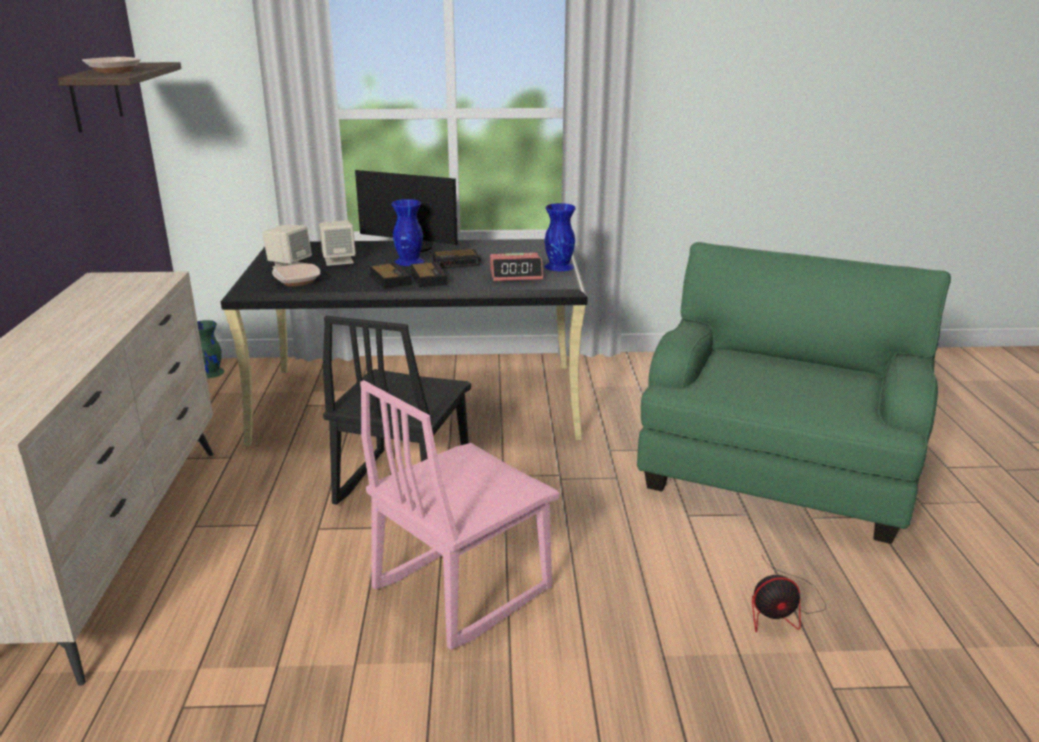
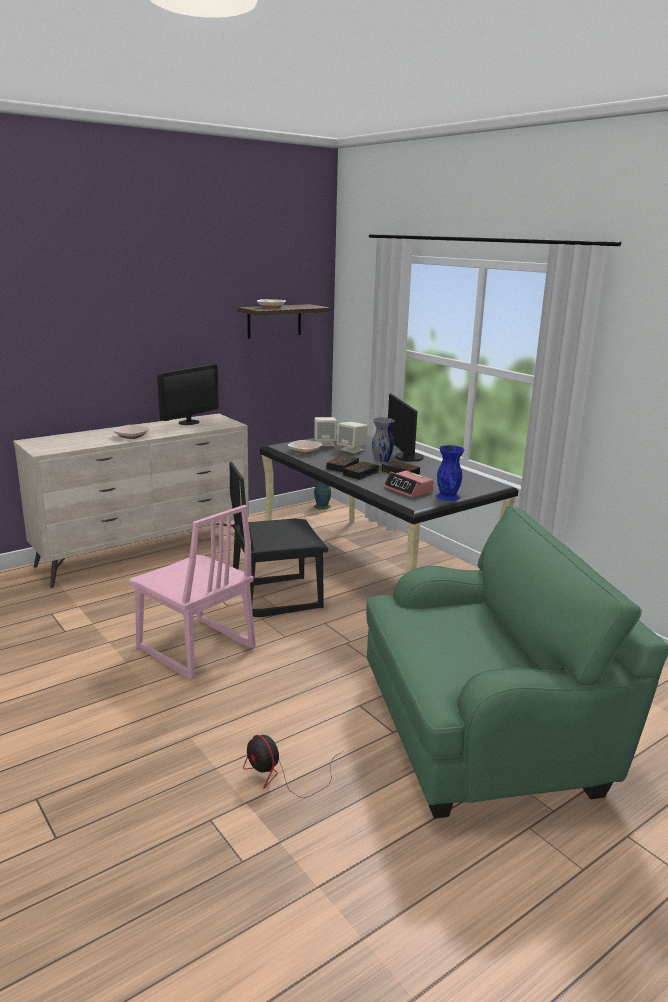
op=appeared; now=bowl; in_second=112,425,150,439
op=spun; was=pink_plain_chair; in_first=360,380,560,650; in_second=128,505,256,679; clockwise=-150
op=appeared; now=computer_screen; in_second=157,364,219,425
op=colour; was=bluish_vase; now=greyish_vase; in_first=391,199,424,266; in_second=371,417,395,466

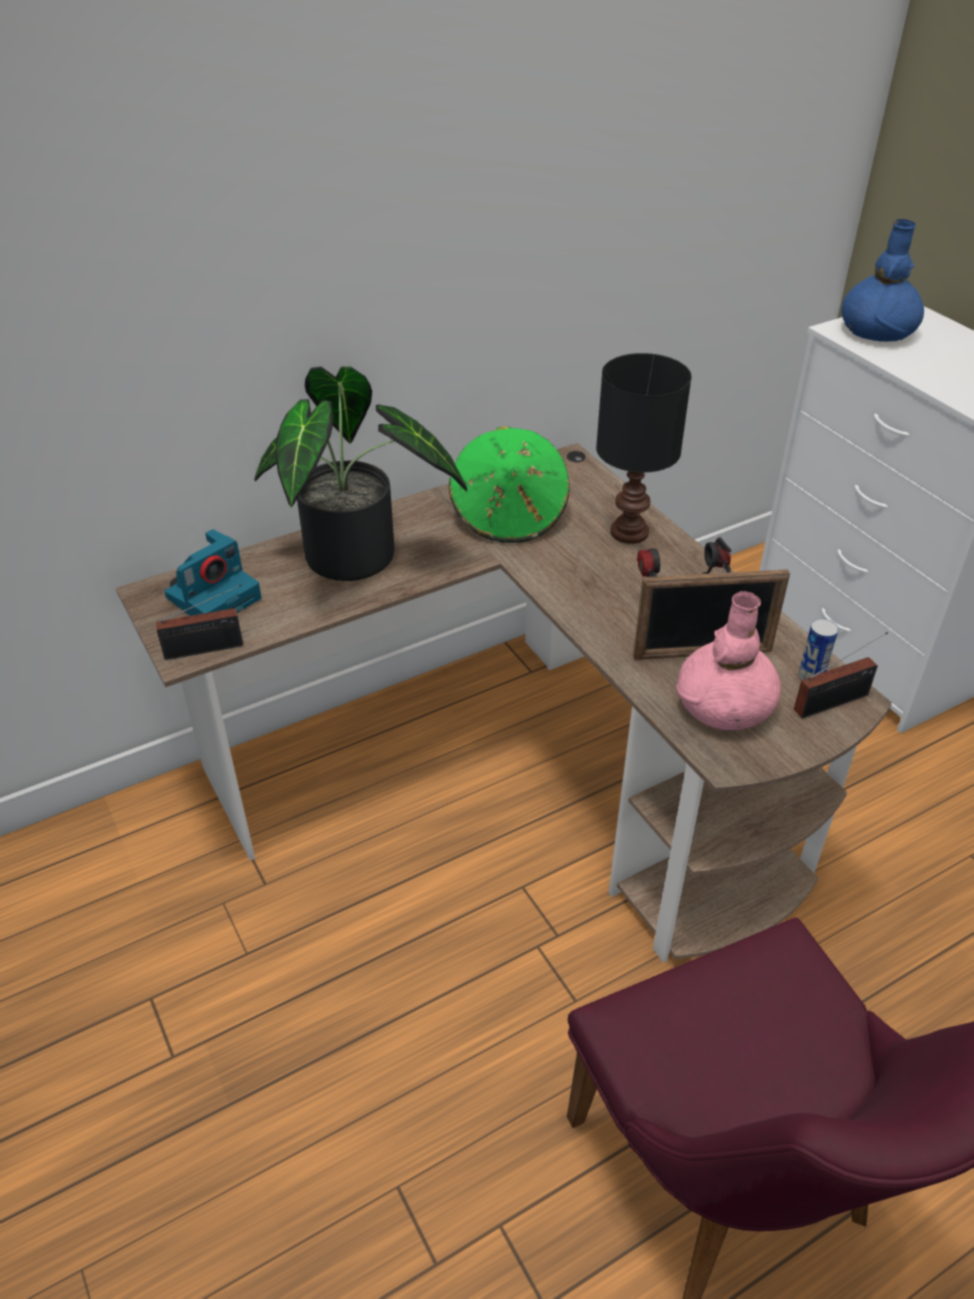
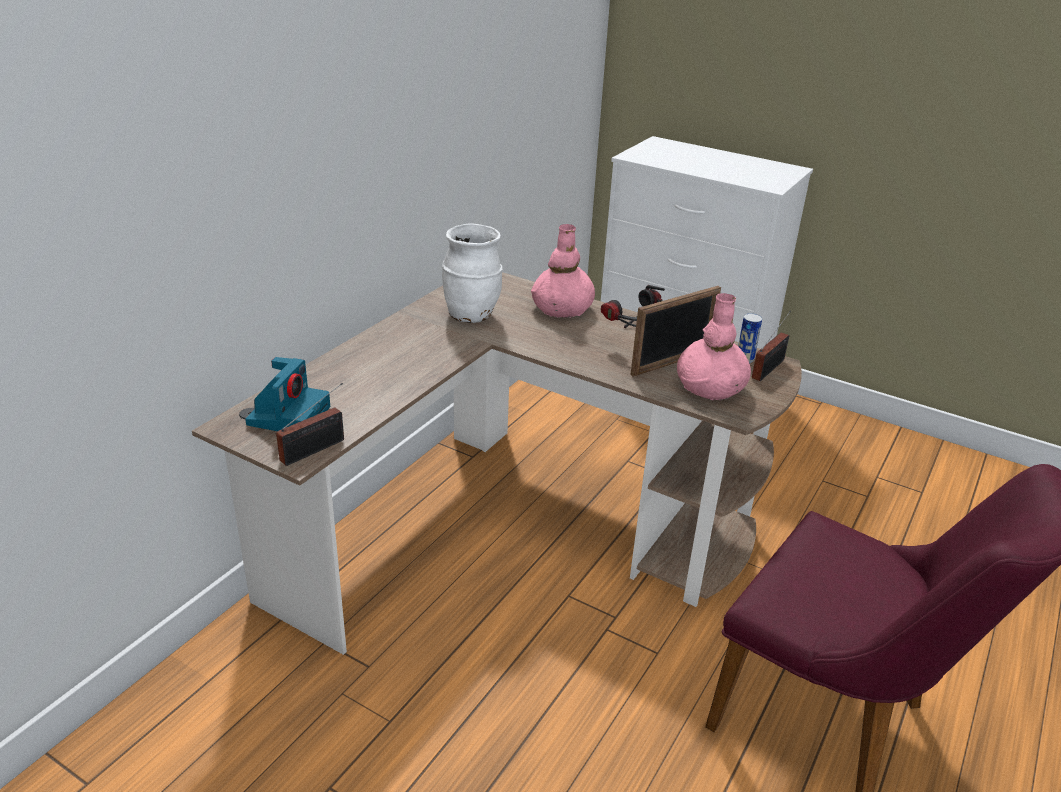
op=exchanged; was=green-coloured_hat; now=white_vase; in_first=449,426,570,543; in_second=442,223,502,323
op=exchanged; was=black-coloured_table_lamp; now=pink_vase; in_first=596,353,692,544; in_second=531,224,595,318
op=missing; was=potted_plant; in_first=254,366,467,581
op=missing; was=bluish_vase; in_first=841,219,924,342

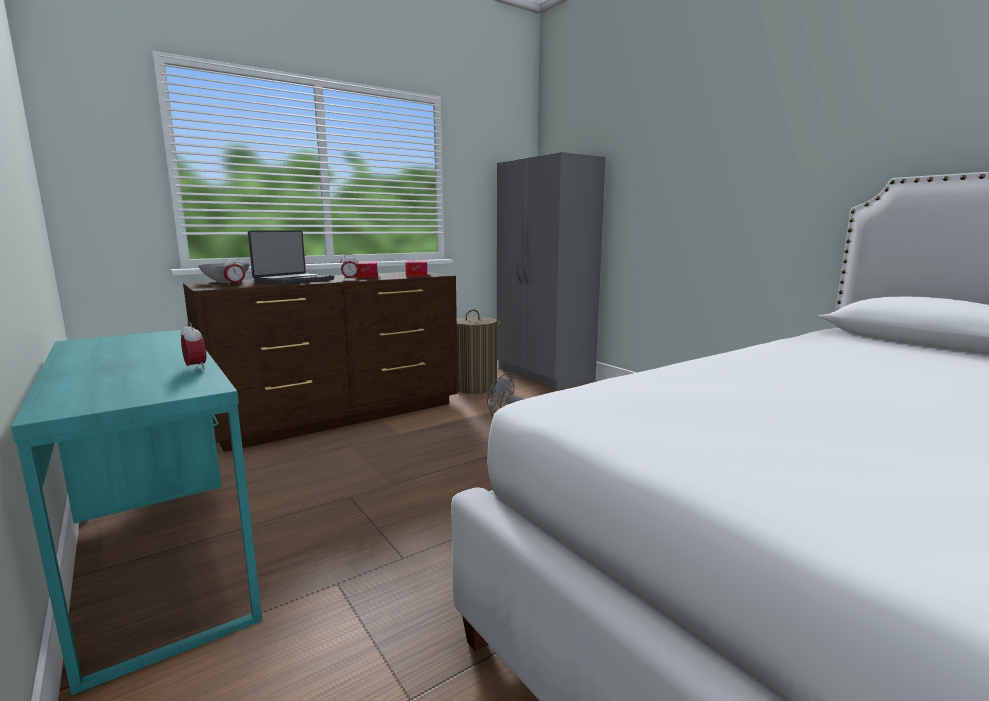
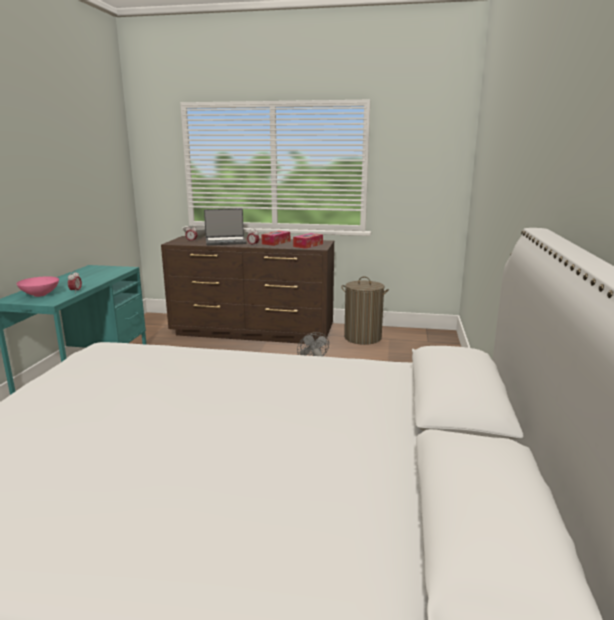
op=appeared; now=pink_bowl; in_second=16,276,59,297
op=missing; was=greyish_clothes_cupboard; in_first=497,152,605,390

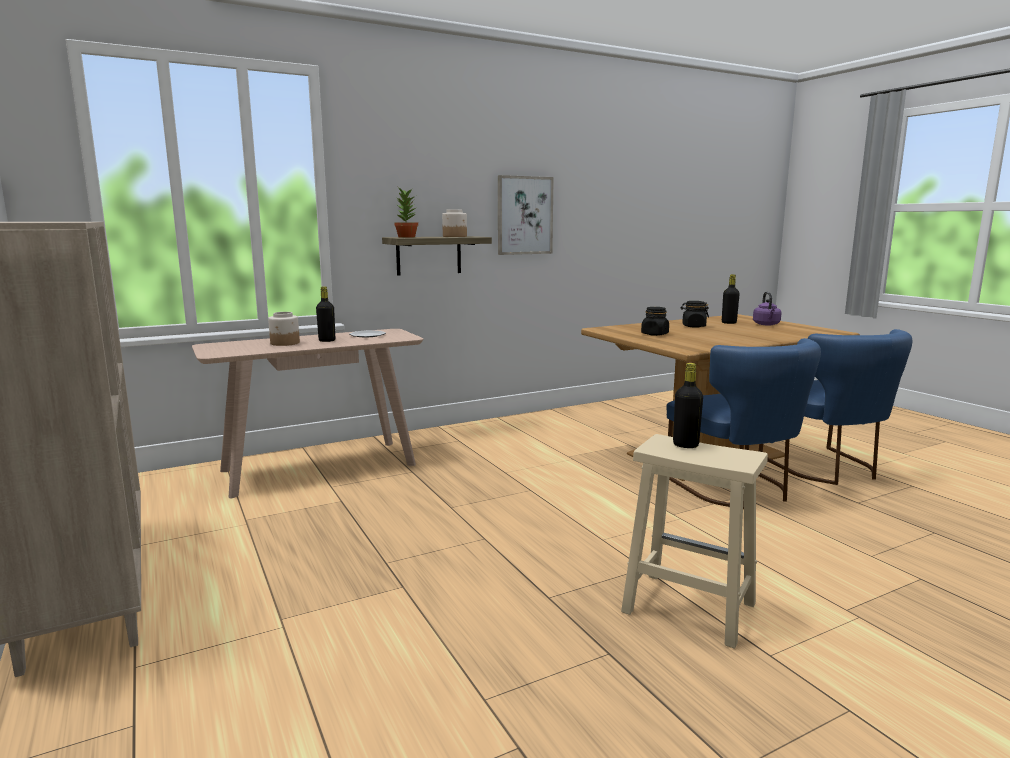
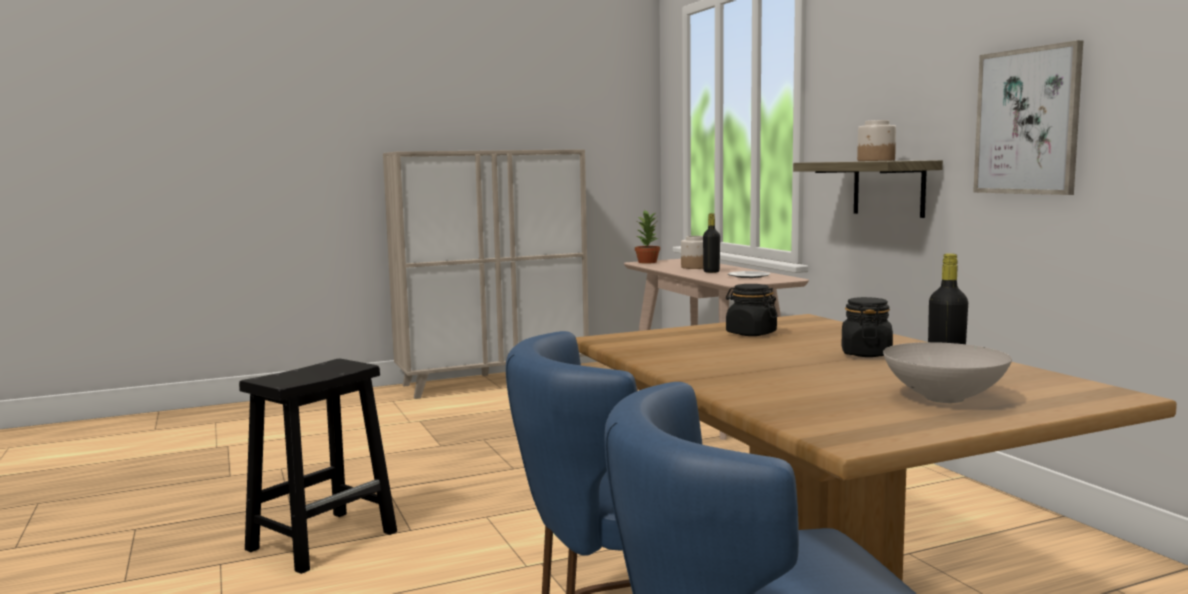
op=colour; was=beige_sitting_stool; now=black-coloured_sitting_stool; in_first=621,434,768,649; in_second=239,359,397,574
op=relocated; was=potted_plant; in_first=394,188,418,238; in_second=635,211,660,263
op=exchanged; was=purple_water_kettle; now=white_bowl; in_first=753,292,782,326; in_second=883,342,1012,403
op=missing; was=black-coloured_beverage_bottle; in_first=673,363,703,448

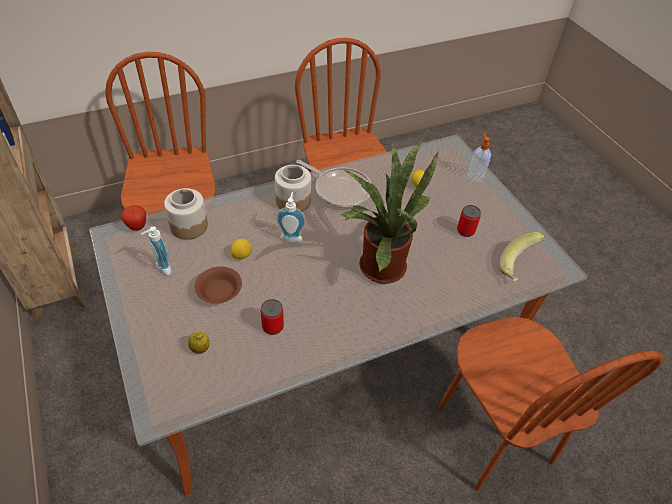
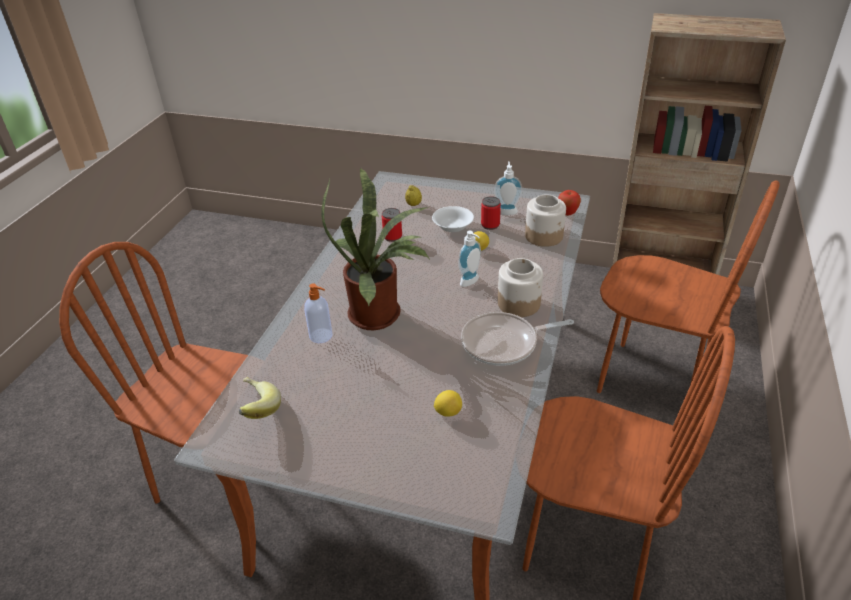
op=relocated; was=soap_bottle; in_first=467,132,491,182; in_second=304,283,332,343
op=colour; was=brown_bowl; now=white_bowl; in_first=195,267,242,304; in_second=432,206,474,232
op=relocated; was=can; in_first=457,205,481,237; in_second=481,196,501,230

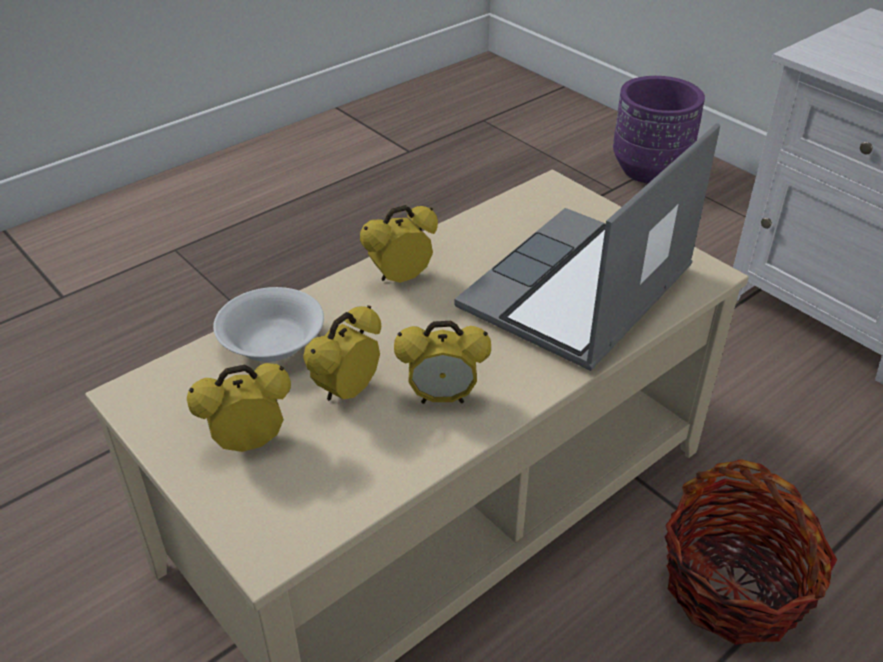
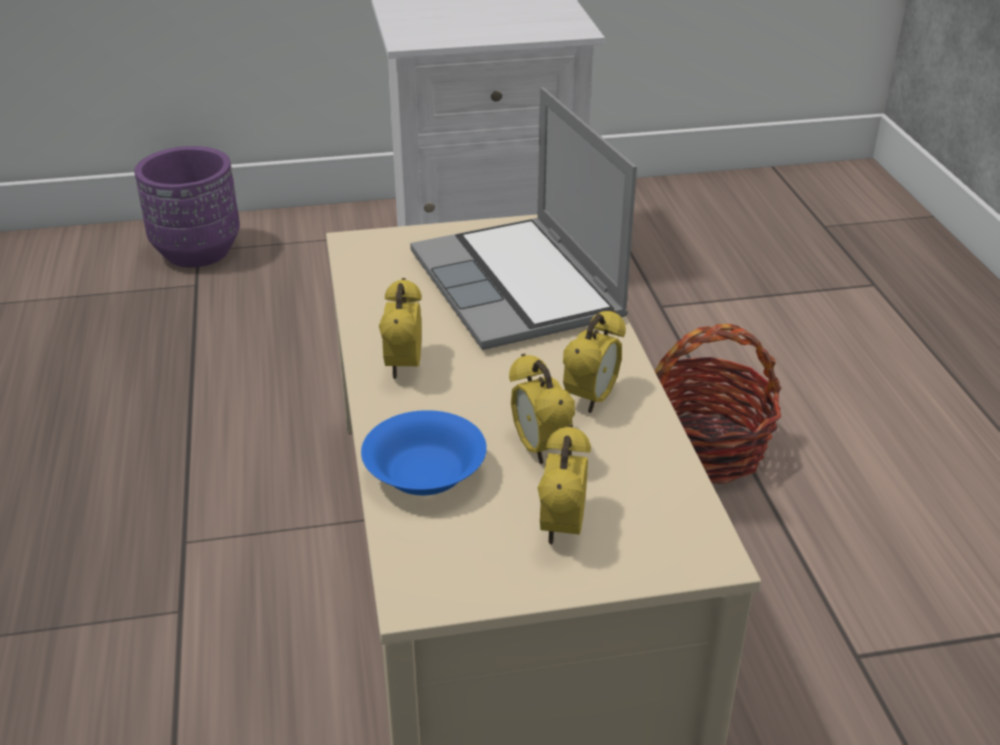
op=colour; was=white_bowl; now=bluish_bowl; in_first=213,287,324,362; in_second=361,410,487,495

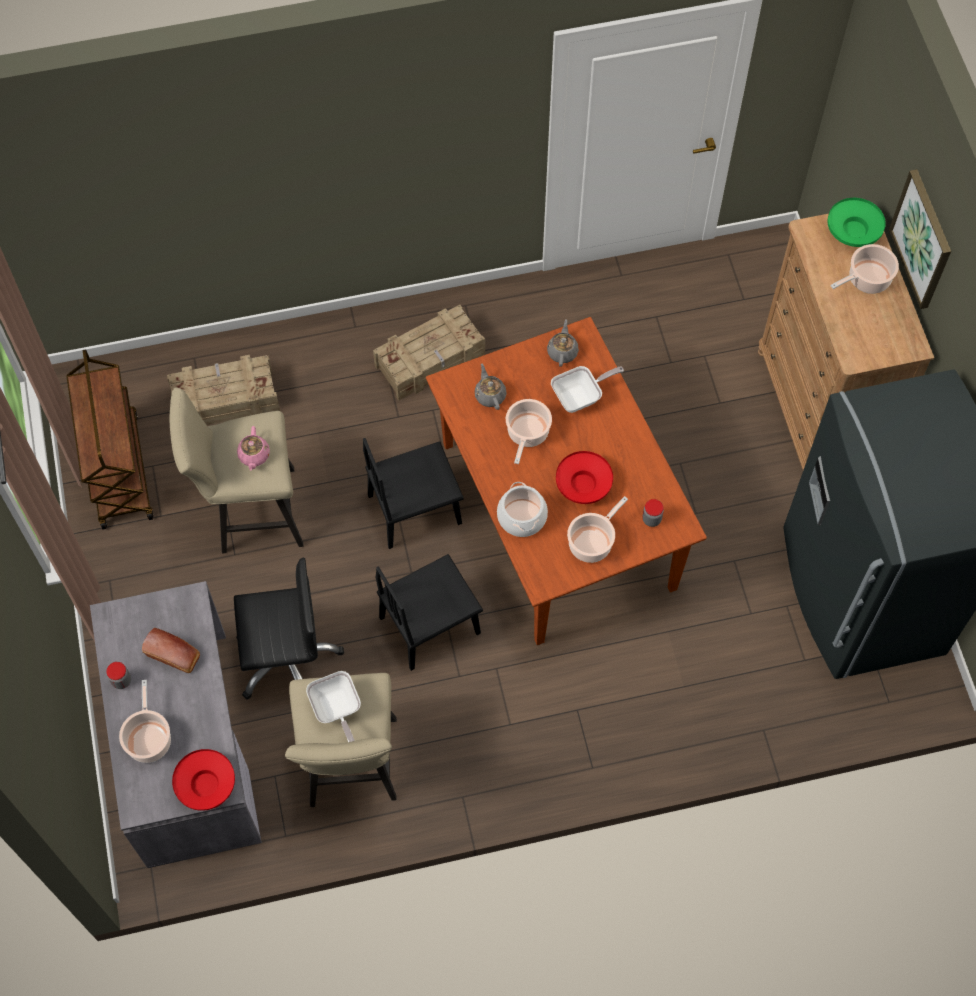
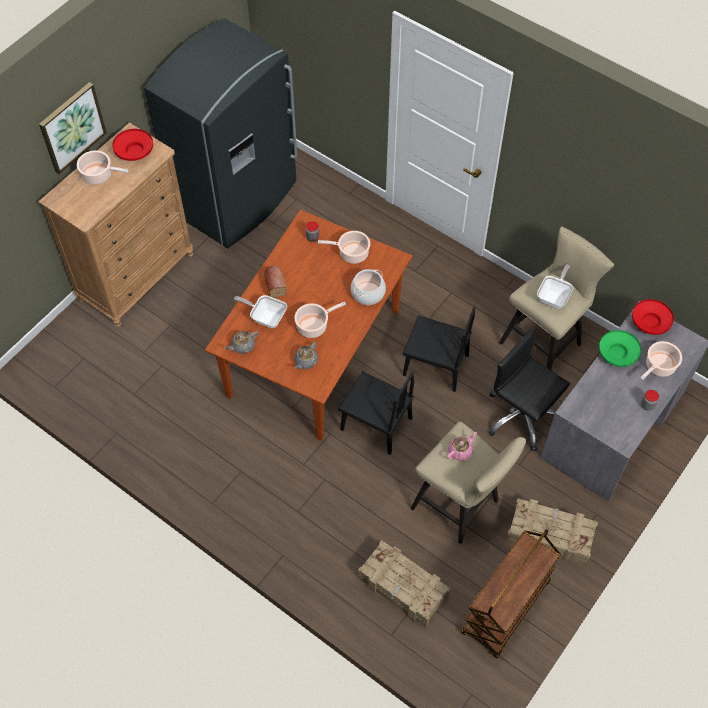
op=relocated; was=red_bowl; in_first=556,451,613,504; in_second=113,129,153,161
op=relocated; was=bread; in_first=142,628,200,673; in_second=263,266,287,298
op=relocated; was=shipping_crate; in_first=373,305,485,400; in_second=505,499,598,566
op=relocated; was=green-coloured_bowl; in_first=828,198,886,247; in_second=599,330,641,367

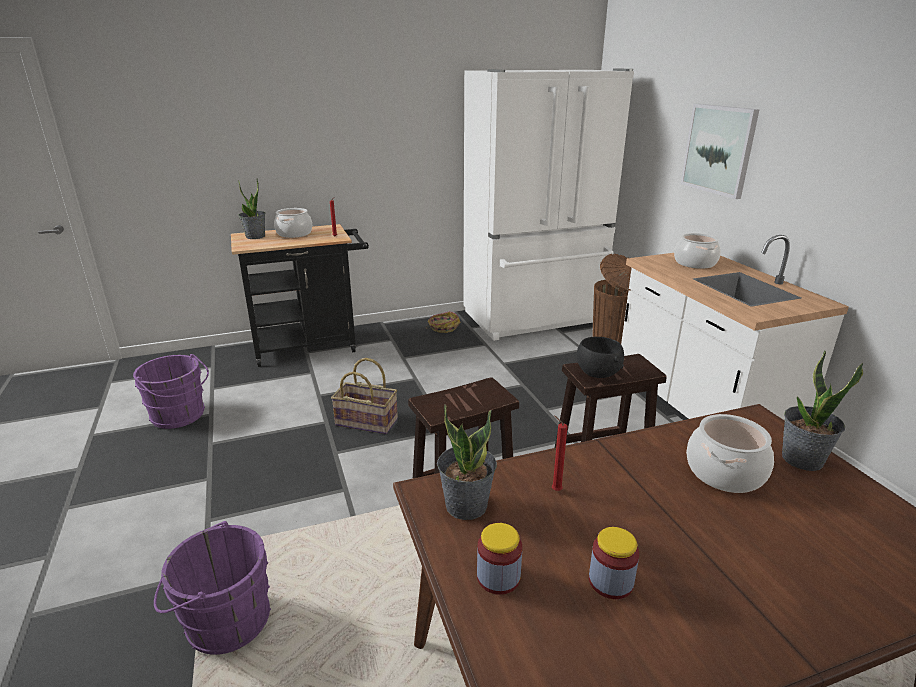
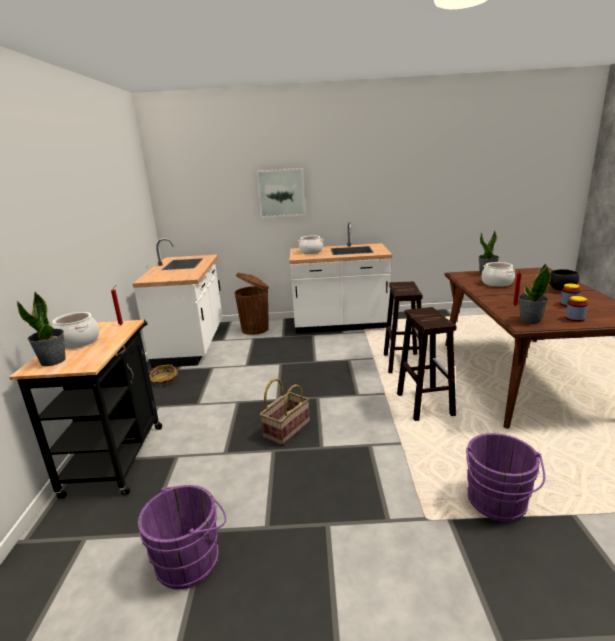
op=exchanged; was=white_fridge; now=white_kitchen_counter; in_first=463,69,634,341; in_second=132,238,222,368
op=relocated; was=black-coloured_bowl; in_first=577,337,624,378; in_second=549,269,579,291

